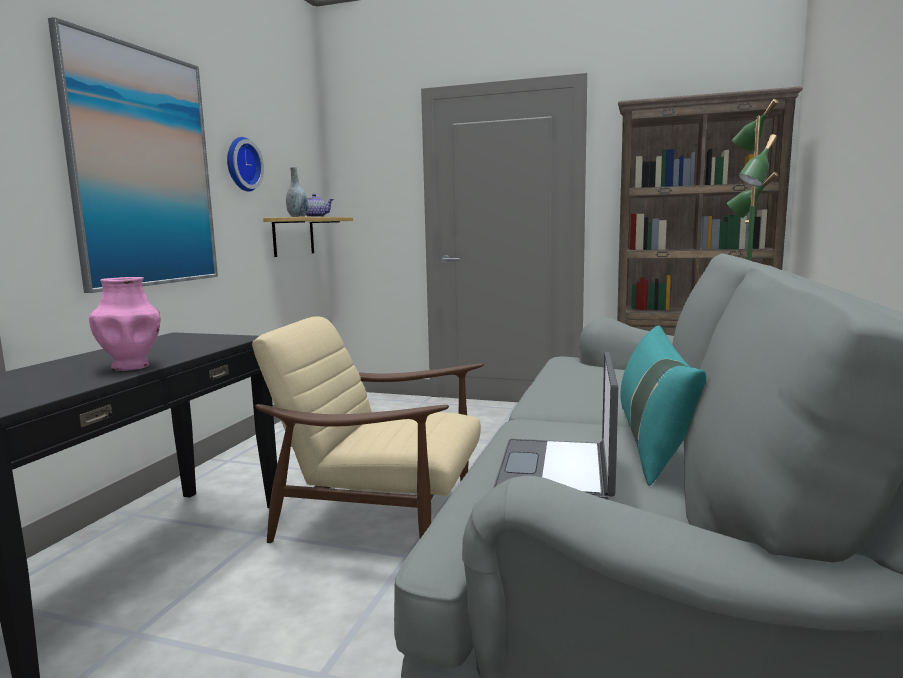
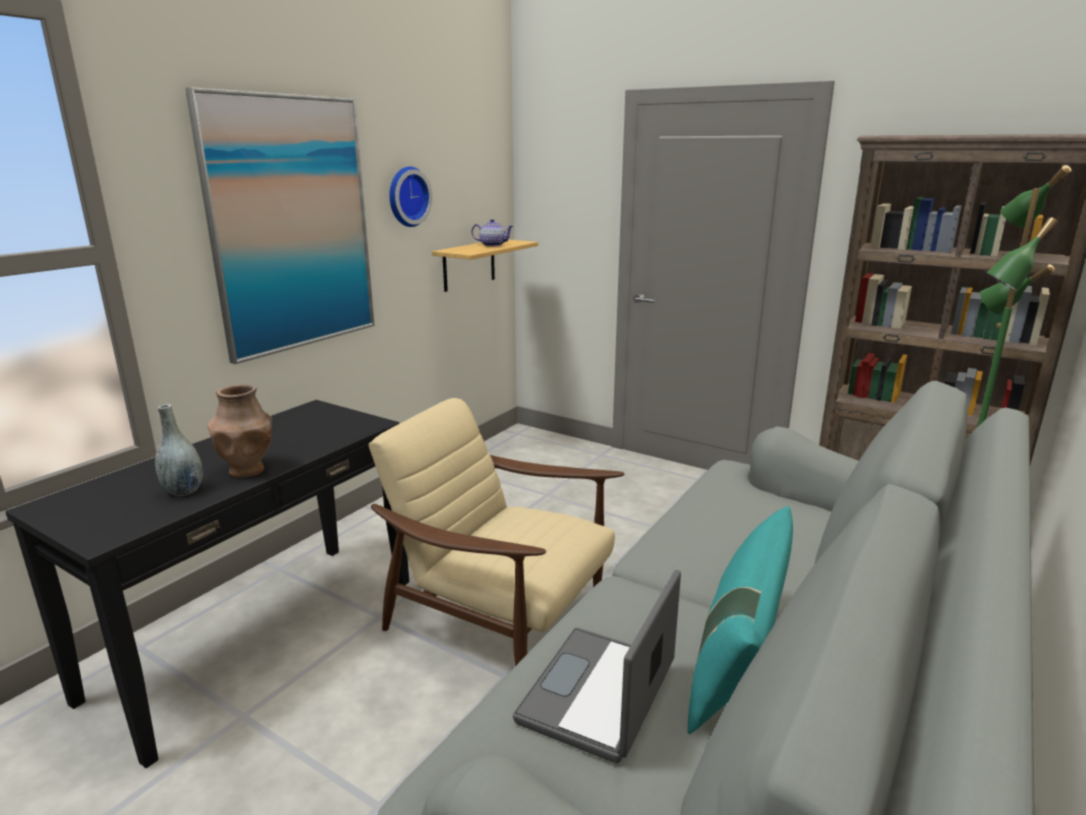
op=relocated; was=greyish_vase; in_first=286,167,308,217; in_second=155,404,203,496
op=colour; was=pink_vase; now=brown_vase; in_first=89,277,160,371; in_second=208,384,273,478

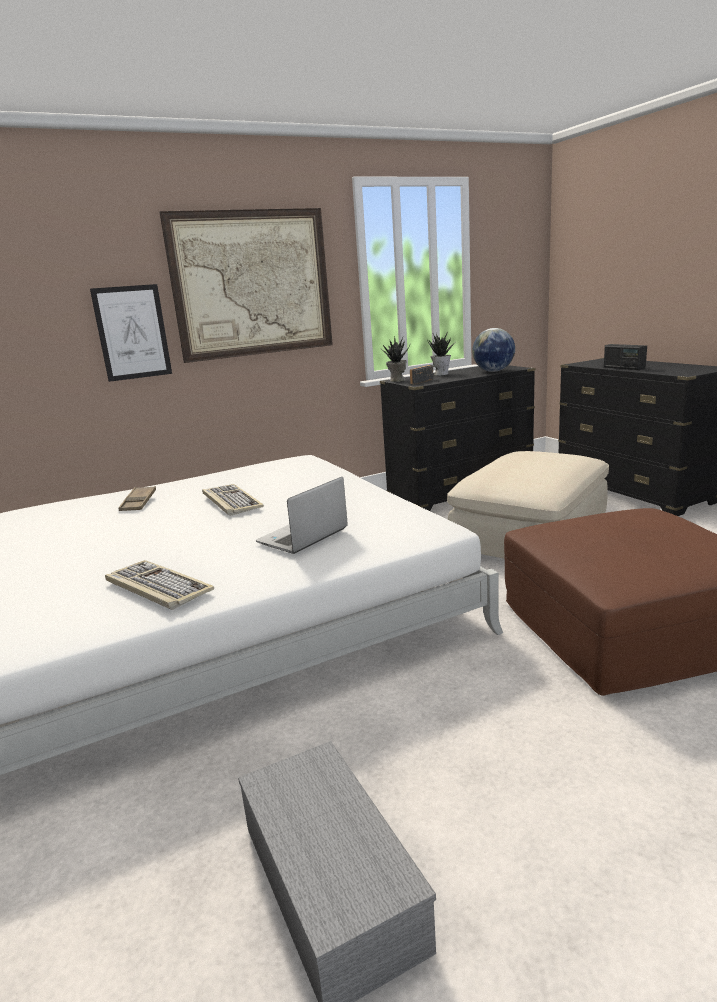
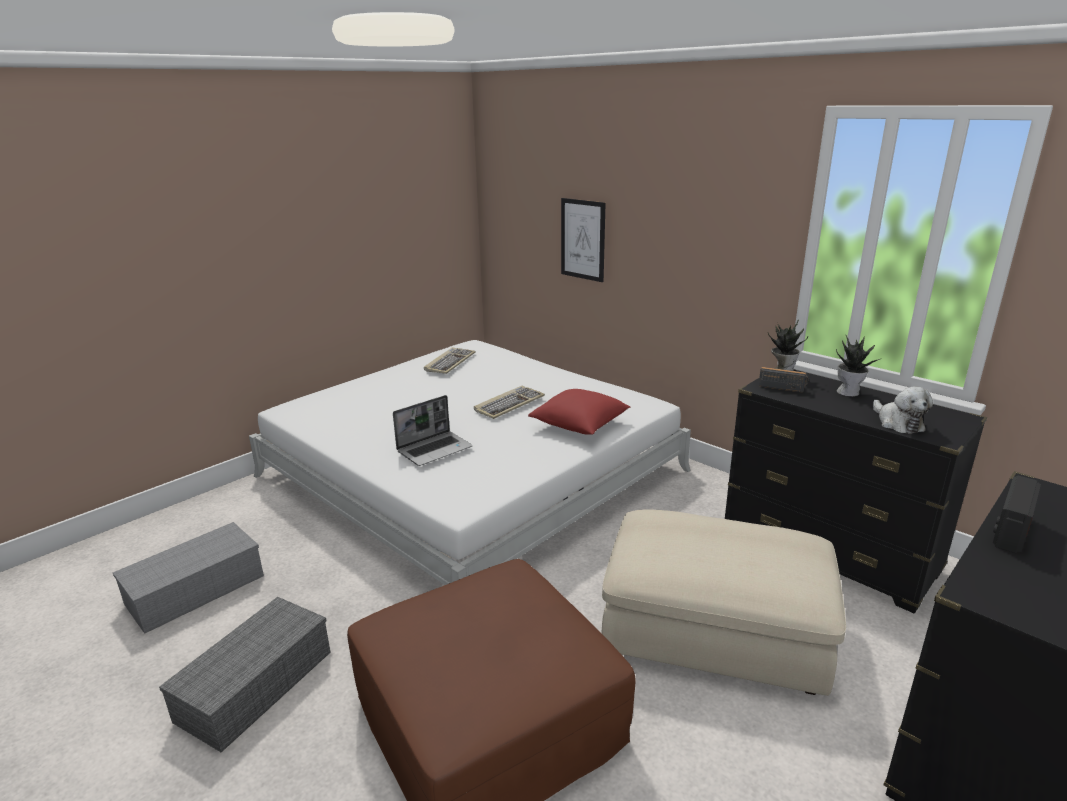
op=appeared; now=greyish_storage_box; in_second=159,597,331,752
op=spun; was=laptop; in_first=256,477,348,554; in_second=393,395,472,466; clockwise=120
op=relocated; was=keyboard; in_first=105,560,214,610; in_second=424,347,475,374
op=appeared; now=red_throw_pillow; in_second=528,389,631,435
op=exchanged; was=desk_globe; now=soft_toy; in_first=472,328,515,372; in_second=873,387,933,434
op=missing; was=brown_tray; in_first=119,486,156,511
op=missing; was=wall_art; in_first=160,208,333,363

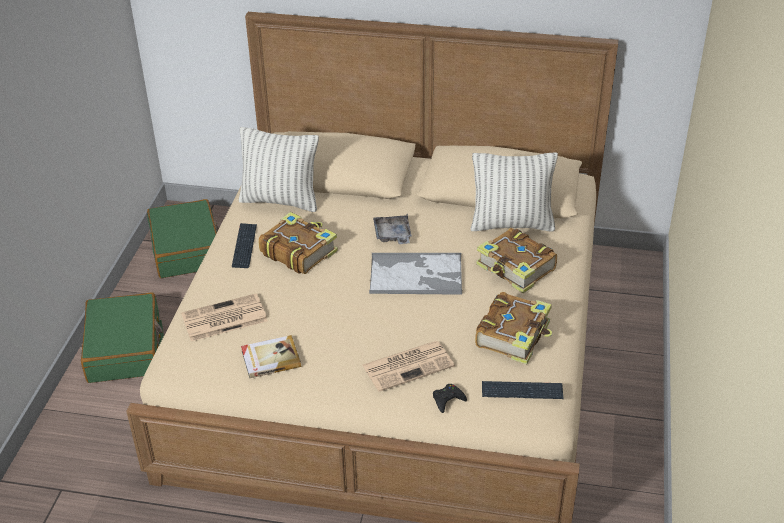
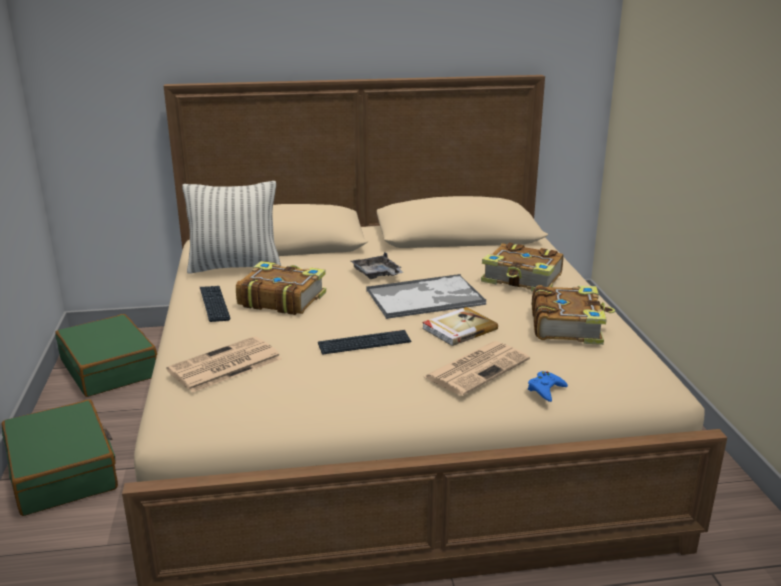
op=relocated; was=keyboard; in_first=482,381,564,399; in_second=318,330,411,355
op=relocated; was=bound_book; in_first=241,335,301,378; in_second=422,307,498,346
op=colour; was=black-coloured_joypad; now=bluish_joypad; in_first=433,384,467,413; in_second=528,371,568,402
op=missing; was=throw_pillow; in_first=470,152,558,232

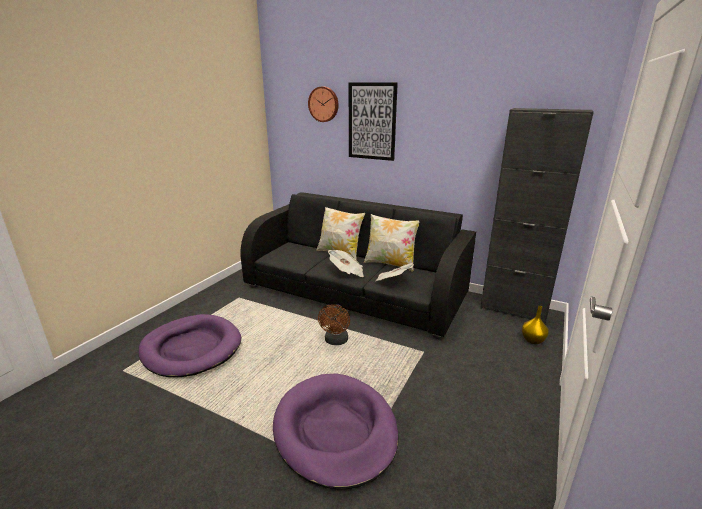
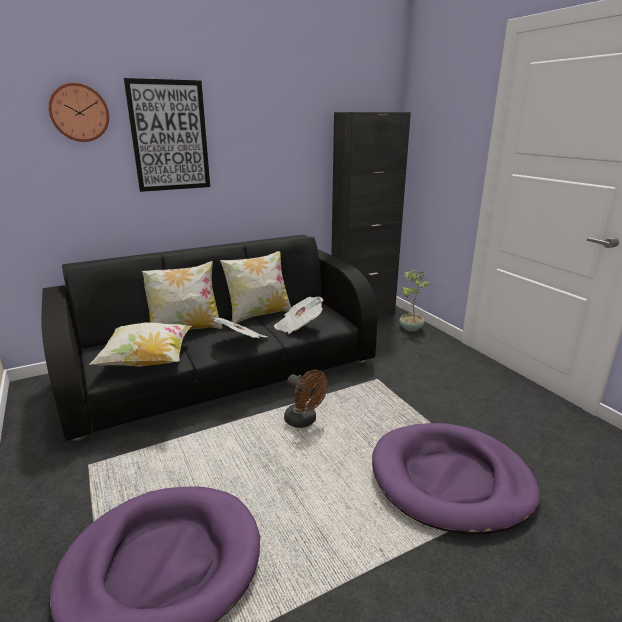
op=appeared; now=throw_pillow; in_second=89,322,192,367
op=exchanged; was=yellow_vase; now=potted_plant; in_first=522,306,549,344; in_second=399,270,430,332

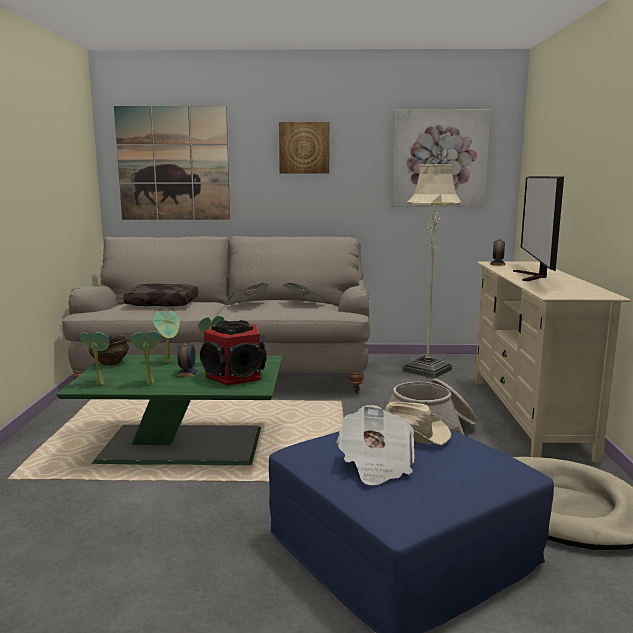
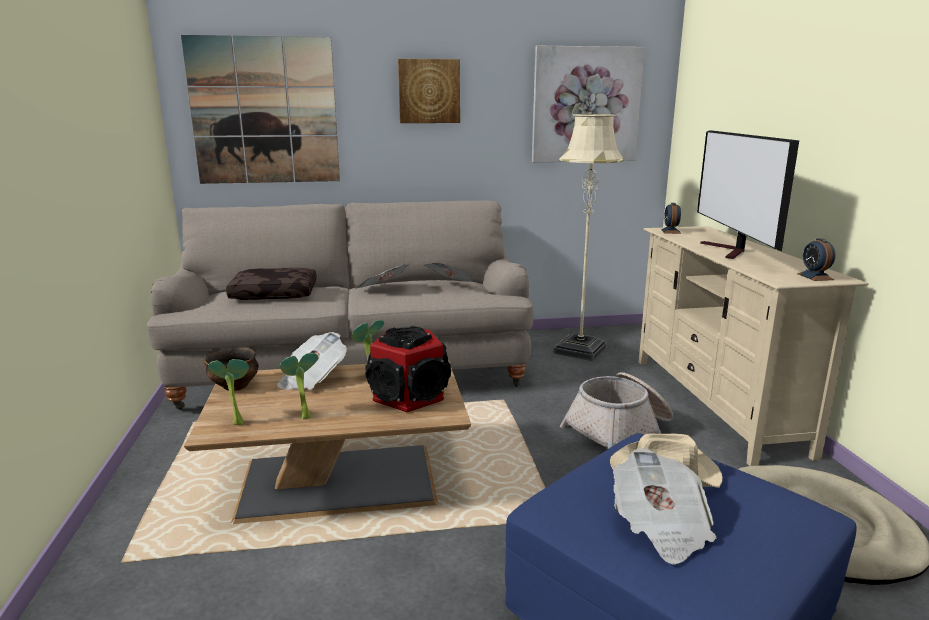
op=colour; was=green-coloured_lounge_table; now=brown_lounge_table; in_first=56,355,282,465; in_second=184,359,471,524
op=exchanged; was=potted_plant; now=newspaper; in_first=153,310,180,363; in_second=277,332,347,390
op=relocated; was=alarm_clock; in_first=176,342,198,377; in_second=797,238,835,281

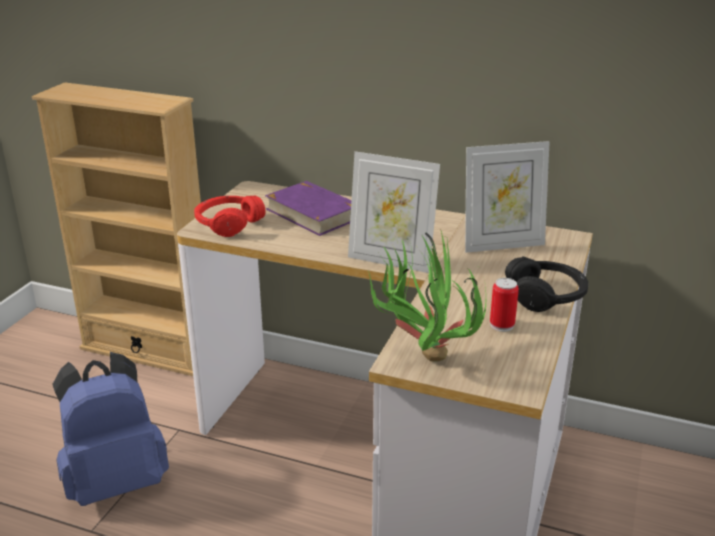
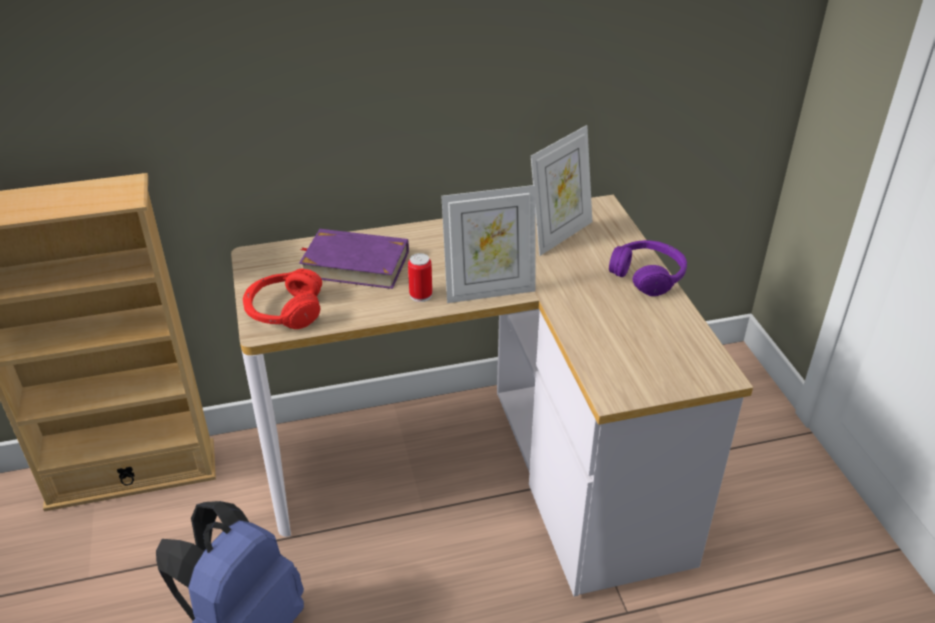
op=relocated; was=can; in_first=490,278,519,332; in_second=408,253,432,302
op=colour; was=black-coloured_pair_of_headphones; now=purple_pair_of_headphones; in_first=505,257,589,312; in_second=609,240,687,296
op=missing; was=potted_plant; in_first=368,231,486,362

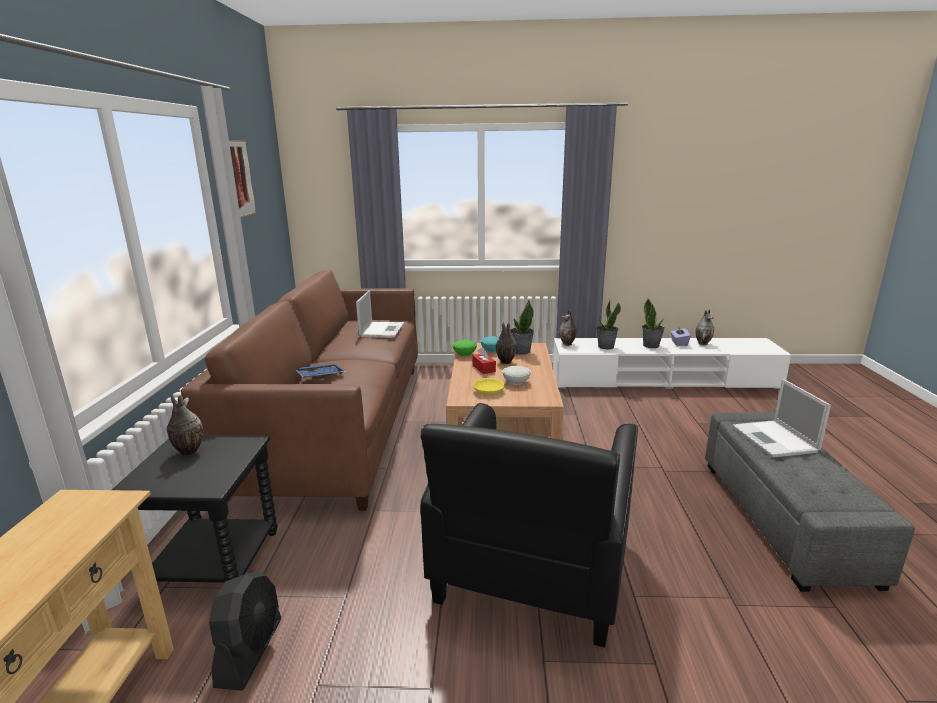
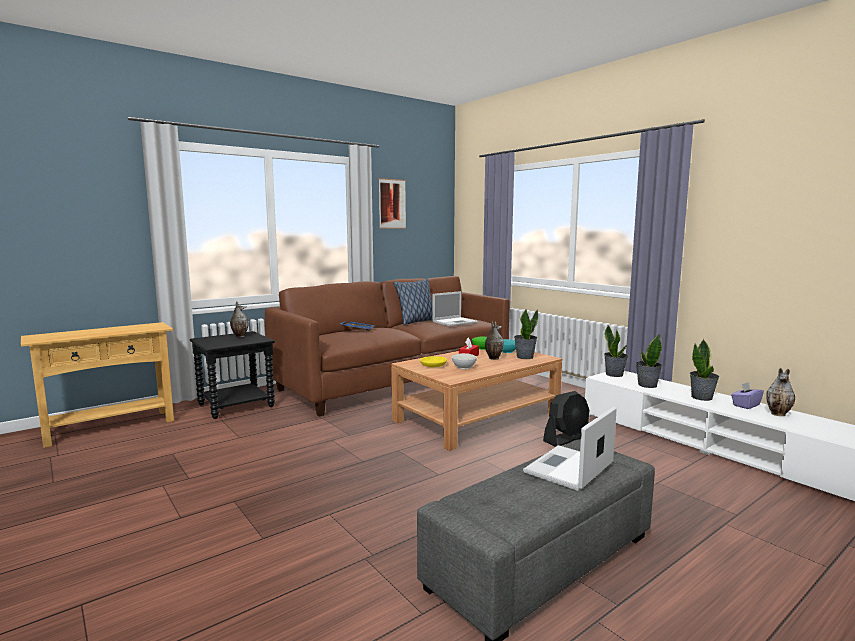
op=appeared; now=throw_pillow; in_second=393,279,432,325
op=relocated; was=black-coloured_electric_fan; in_first=209,571,281,691; in_second=543,391,590,447
op=exchanged; was=vase; now=potted_plant; in_first=559,310,577,346; in_second=604,325,628,377
op=missing; was=black-coloured_armchair; in_first=421,403,638,648

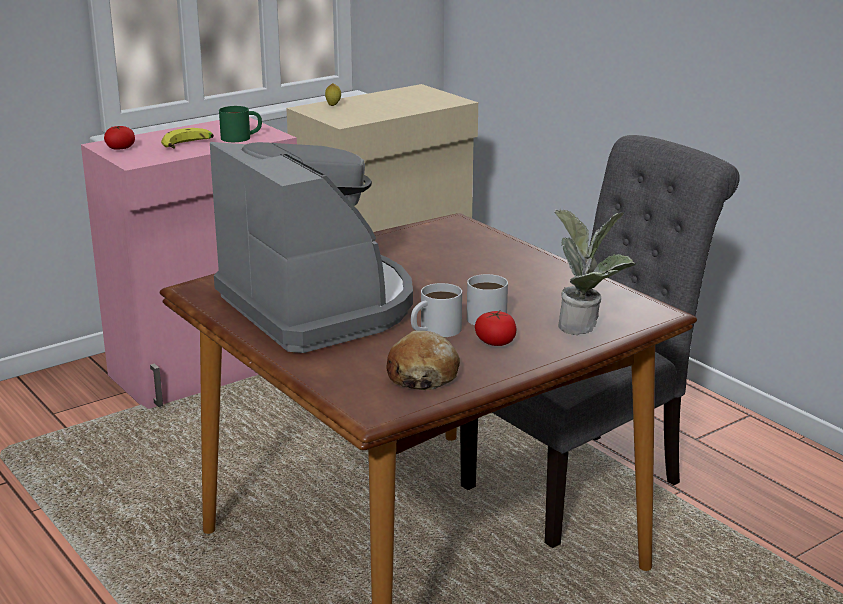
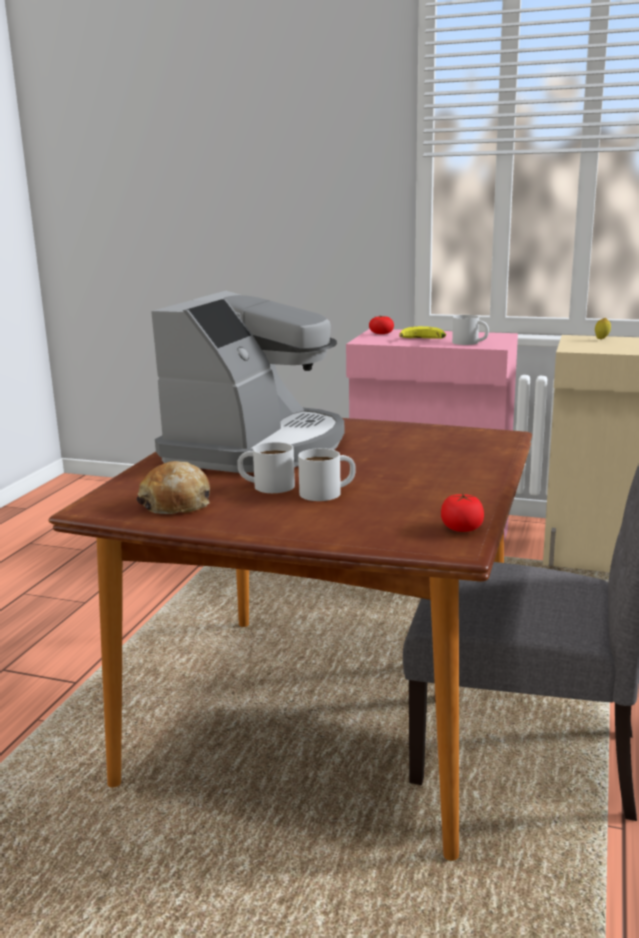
op=relocated; was=whole_tomato; in_first=475,311,516,346; in_second=441,493,484,532
op=colour; was=green-coloured_mug; now=white_mug; in_first=219,106,262,142; in_second=452,315,489,345
op=missing; was=potted_plant; in_first=554,208,636,335

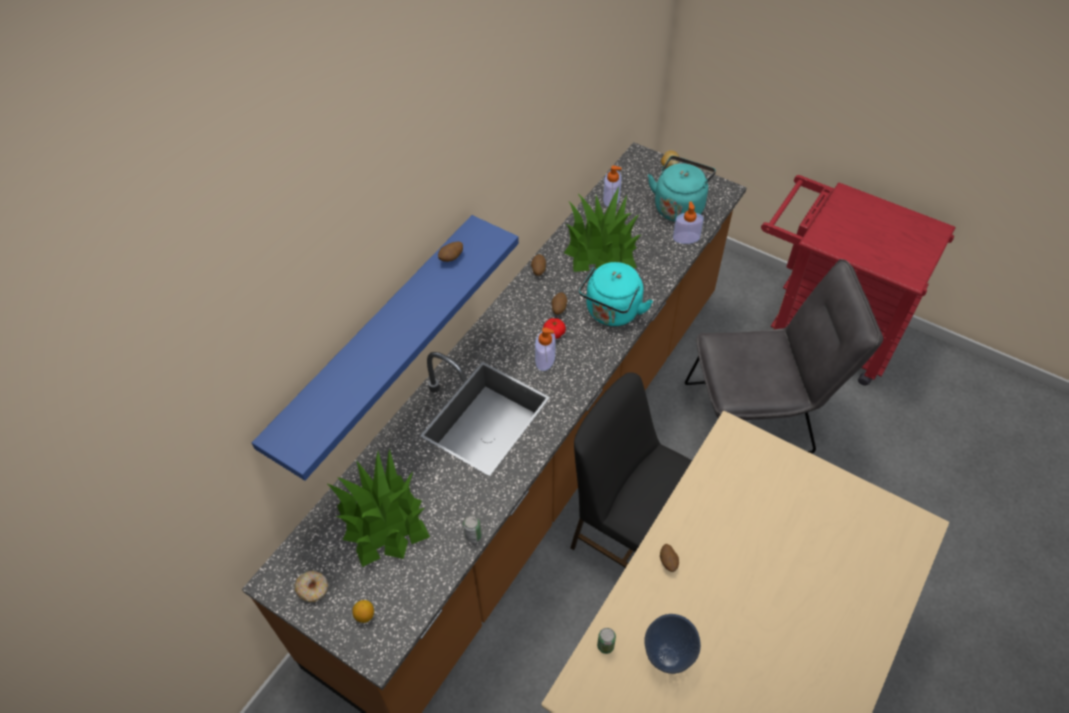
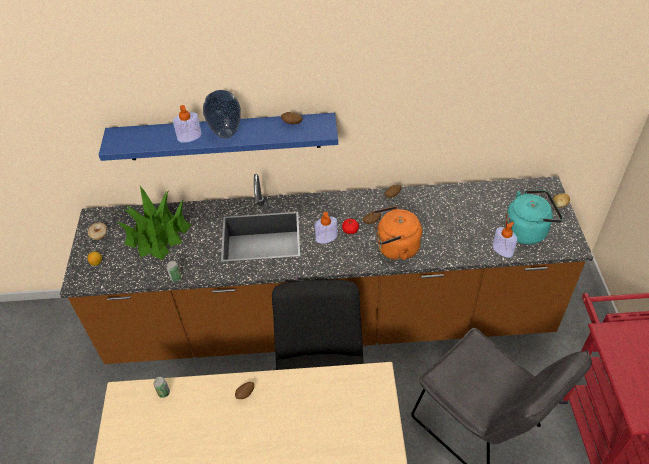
op=relocated; was=soap_bottle; in_first=603,166,621,207; in_second=173,105,201,143
op=relocated; was=vase; in_first=644,614,701,674; in_second=203,90,241,138
op=colour; was=turquoise_water_kettle; now=orangey_water_kettle; in_first=579,262,653,326; in_second=372,206,422,260
op=missing; was=potted_plant; in_first=564,187,641,272

